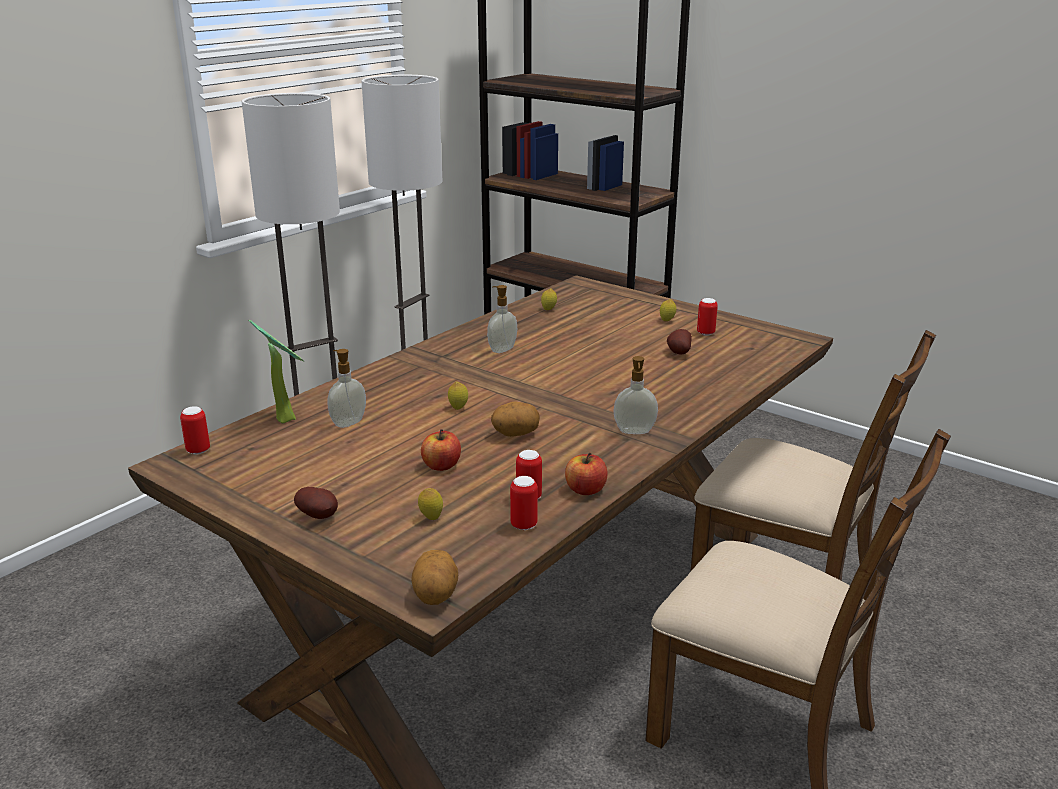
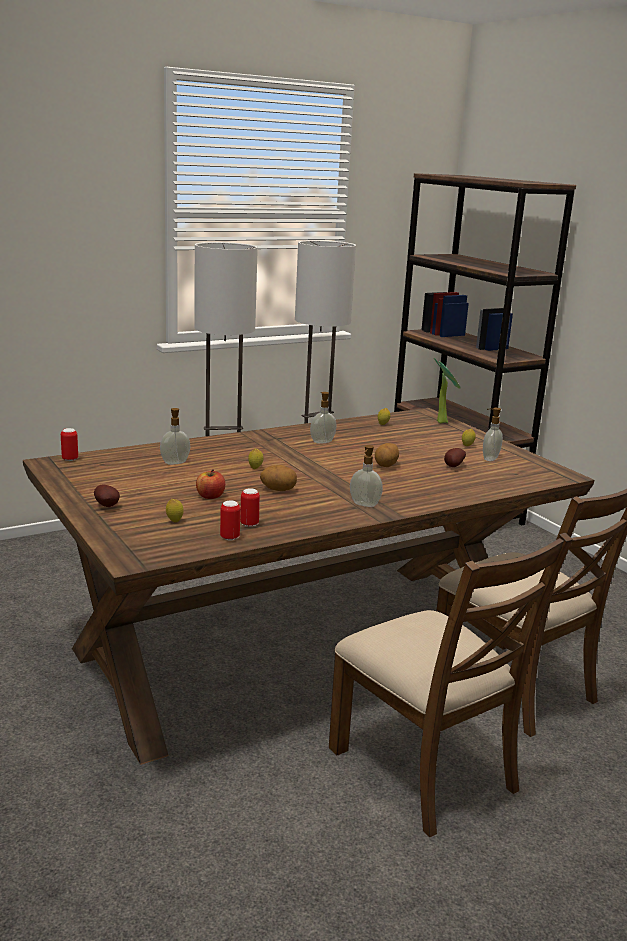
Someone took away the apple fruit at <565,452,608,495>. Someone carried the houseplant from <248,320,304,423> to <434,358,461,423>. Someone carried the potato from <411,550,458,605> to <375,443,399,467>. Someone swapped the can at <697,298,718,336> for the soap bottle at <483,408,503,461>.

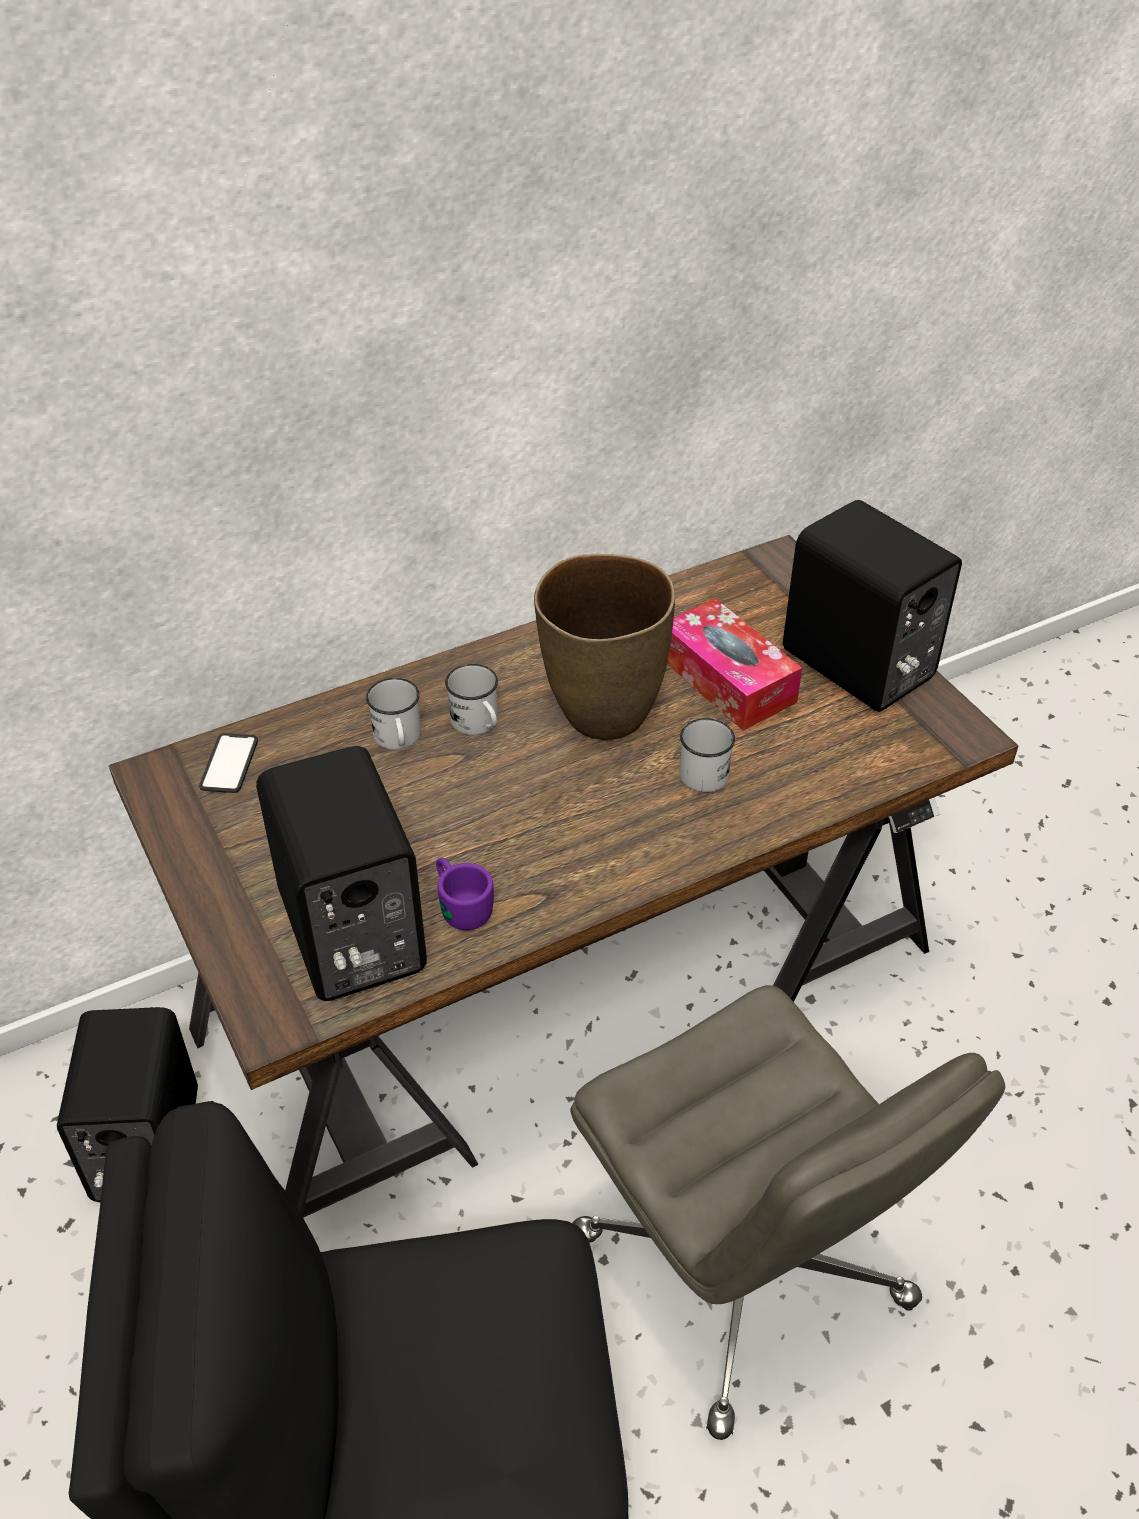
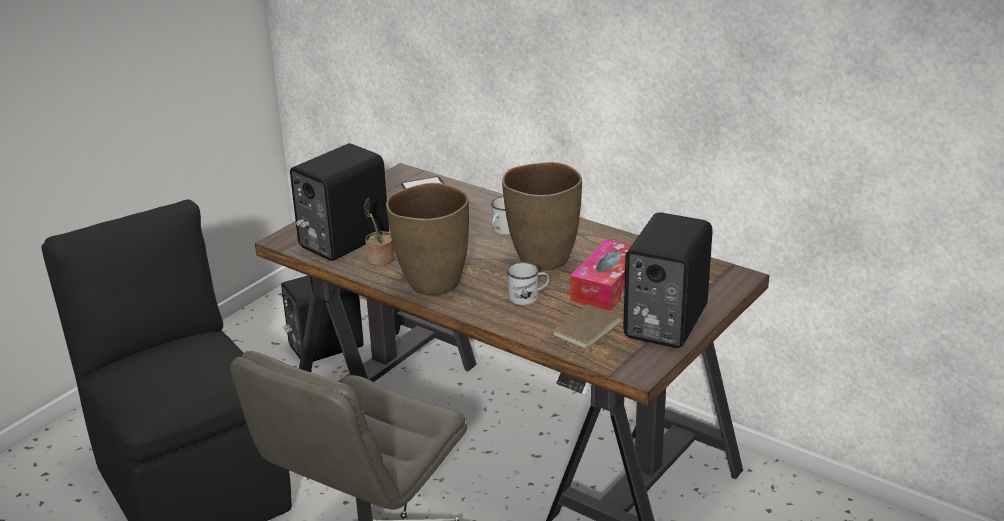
Someone took away the white tea mug at <366,678,421,750>. Someone put down the brown-coloured vase at <386,183,469,295>. Someone put down the brown-coloured bound book at <540,304,621,350>. Someone swapped the purplish tea mug at <436,858,494,930> for the houseplant at <364,198,395,266>.

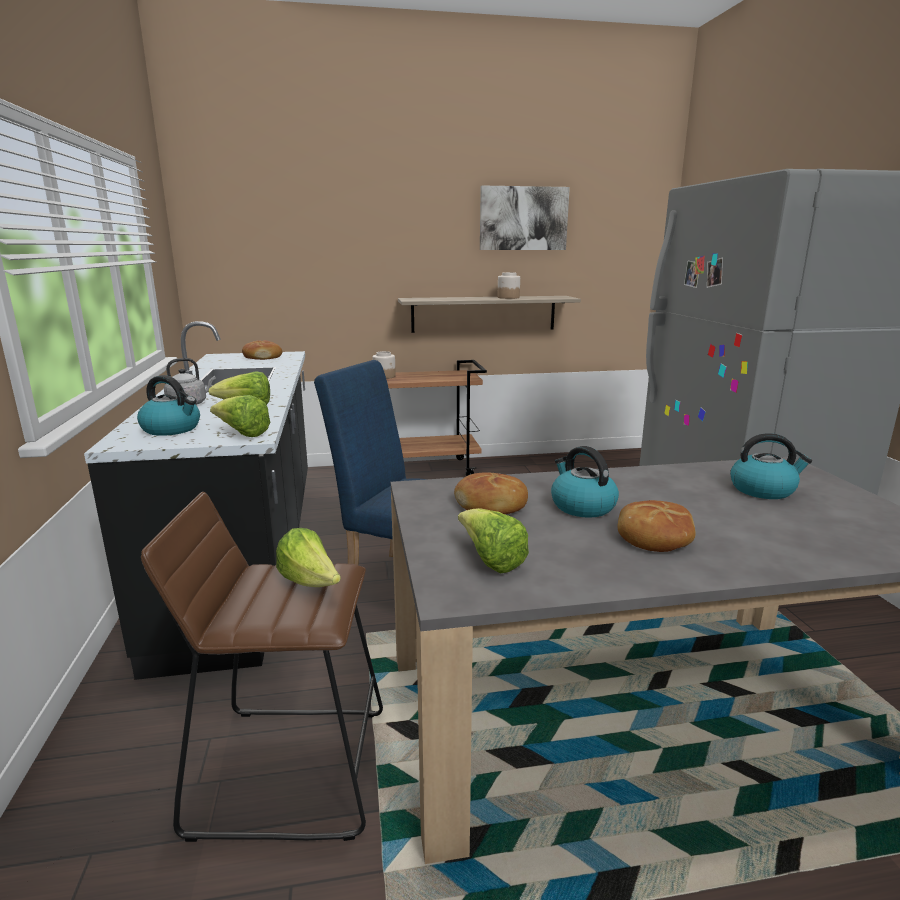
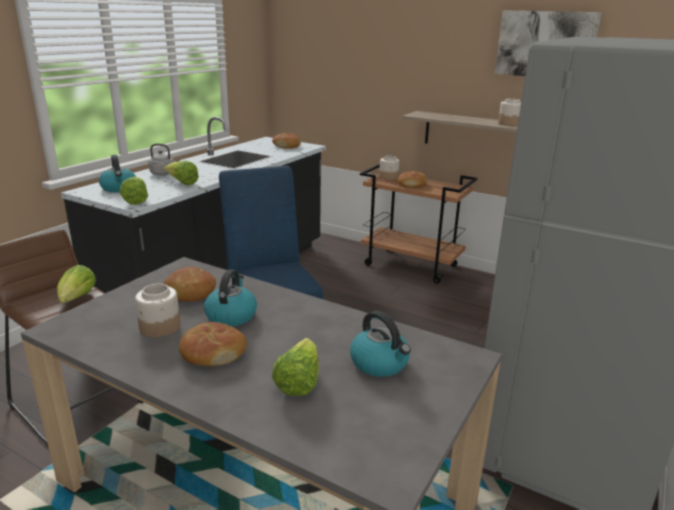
Someone put down the storage jar at <135,284,180,337>. Someone put down the baked bread at <397,171,427,188>. Someone carried the lettuce from <458,508,529,573> to <272,338,319,396>.

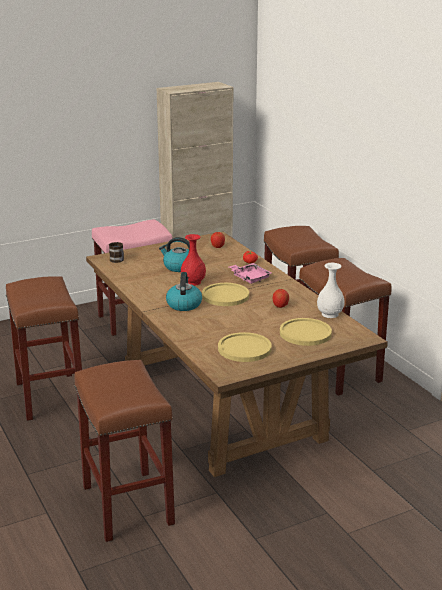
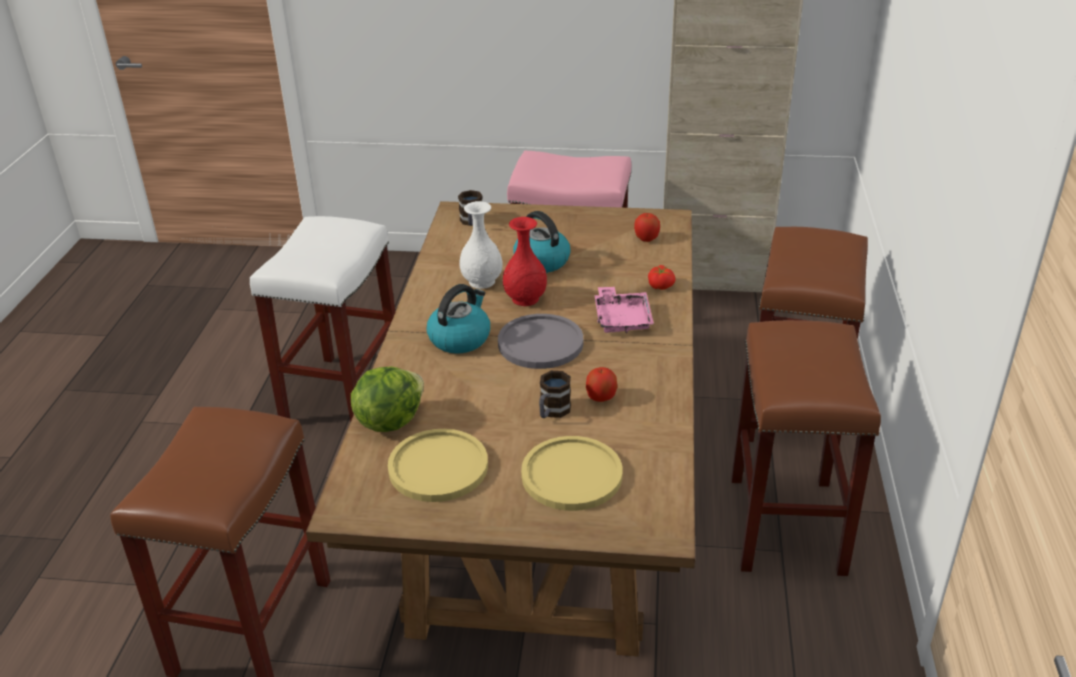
Someone put down the lettuce at <351,366,424,432>. Someone put down the tea mug at <539,371,571,418>. Someone carried the white vase from <317,263,345,318> to <459,201,503,289>. Someone repainted the brown-coloured stool seat at <6,276,82,421>, which became the white stool seat at <250,216,395,422>. Someone repainted the yellowish plate at <202,283,249,306>, which became the gray plate at <498,314,583,369>.

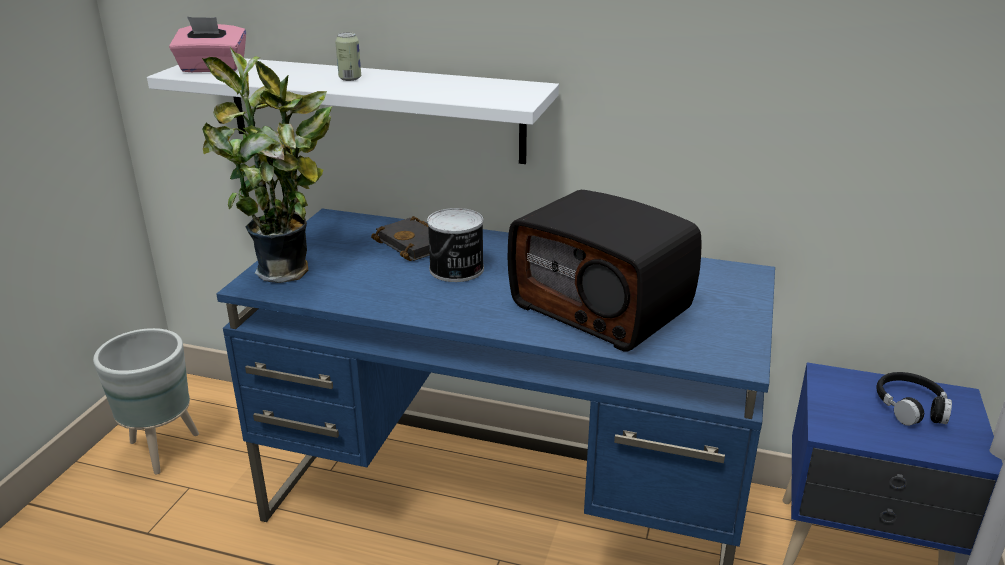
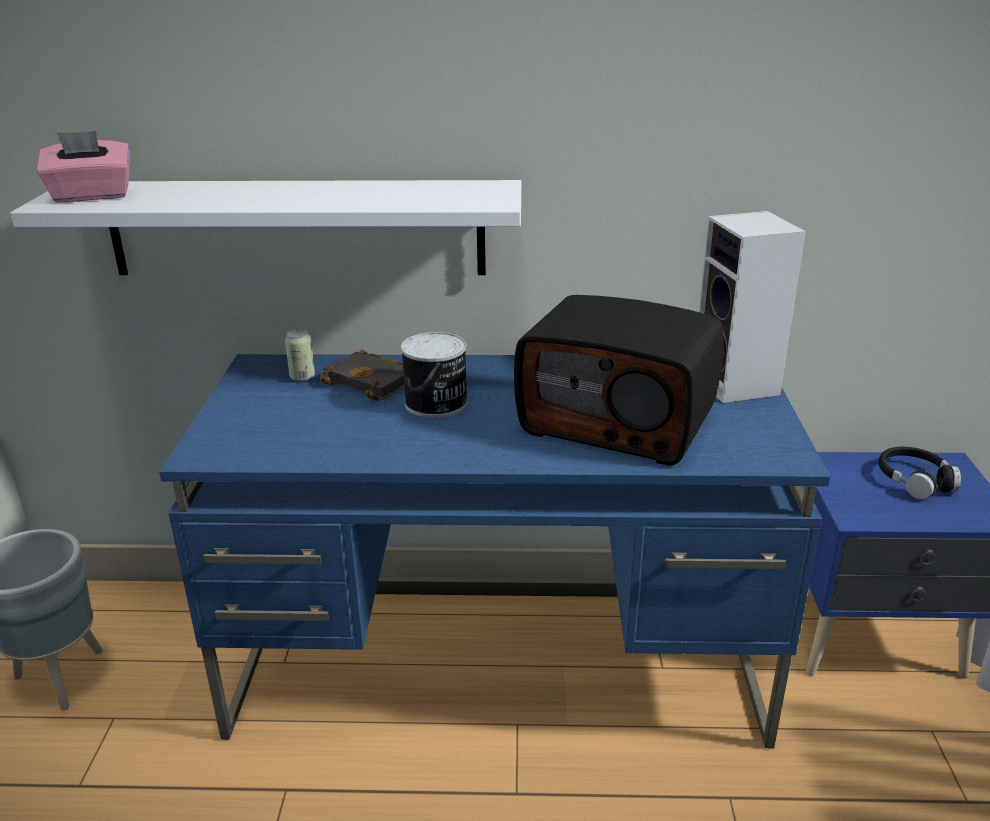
Someone took away the houseplant at <202,47,332,283>. Someone put down the audio speaker at <699,211,806,403>. Someone carried the can from <335,33,361,81> to <285,329,315,382>.

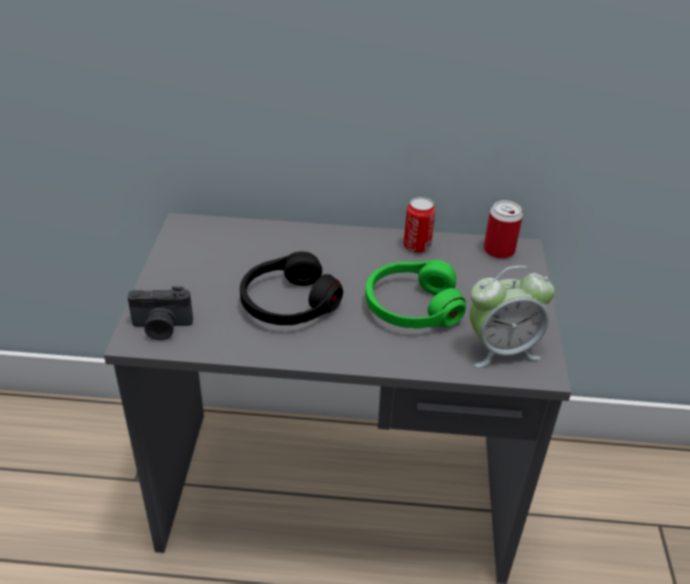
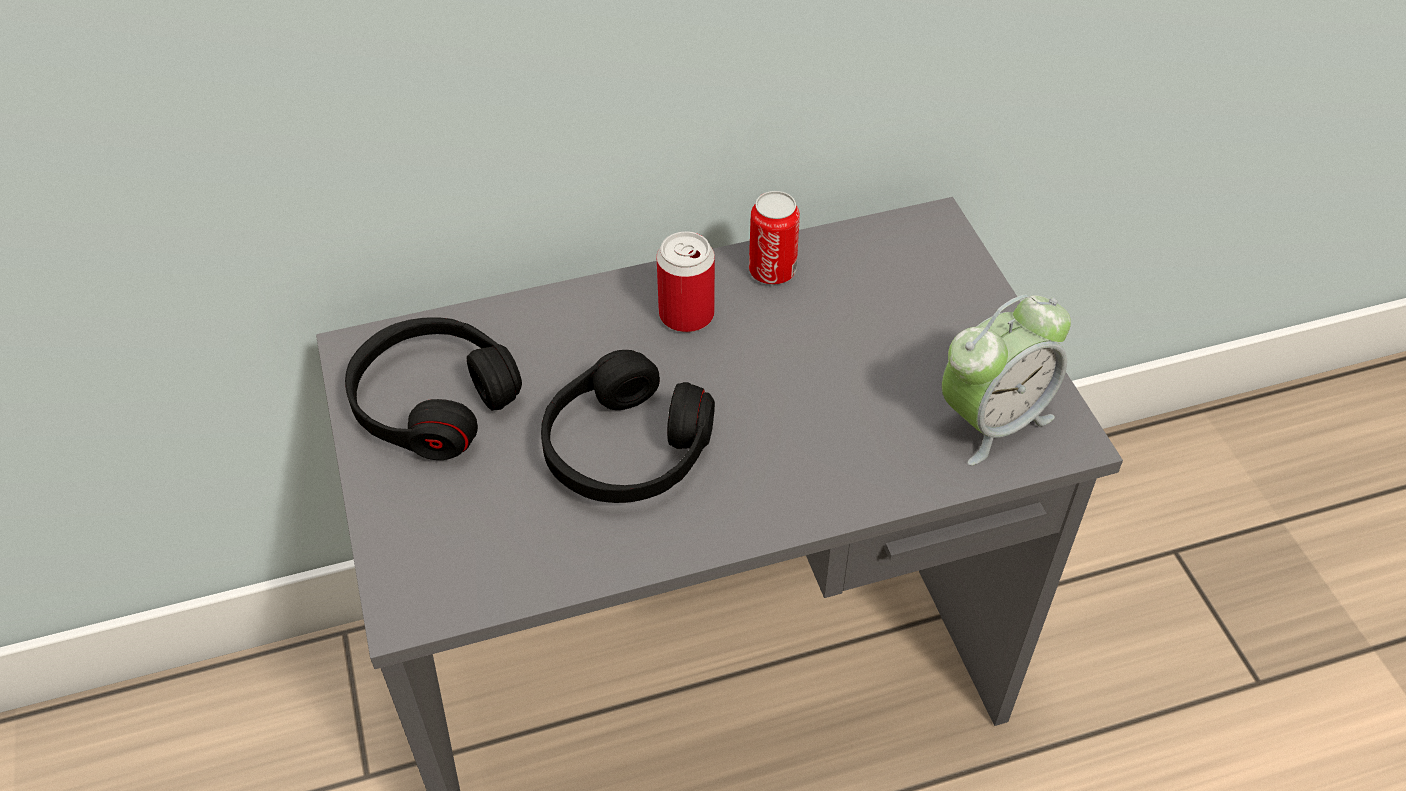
Someone took away the photo camera at <128,286,193,340>. Someone took away the green-coloured headset at <365,260,466,329>. Someone put down the black headset at <345,317,522,460>. Someone carried the can from <484,200,523,259> to <657,231,715,332>.

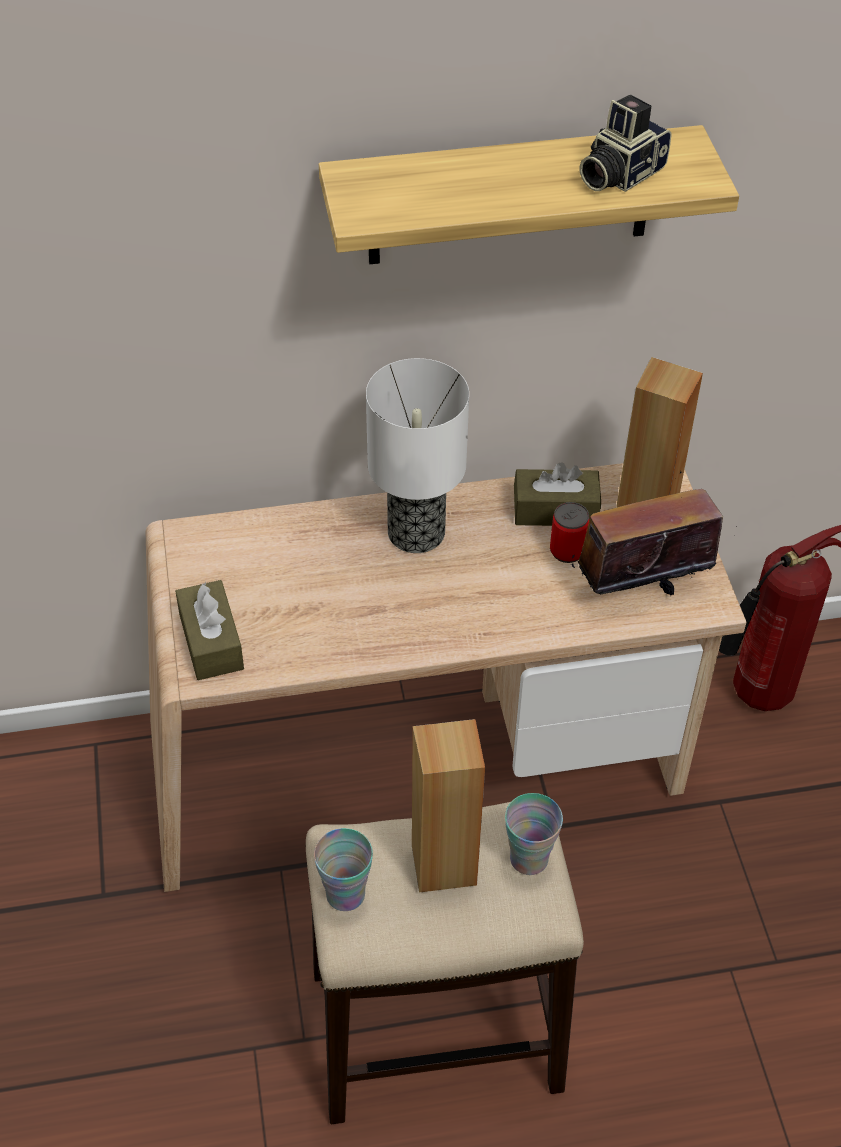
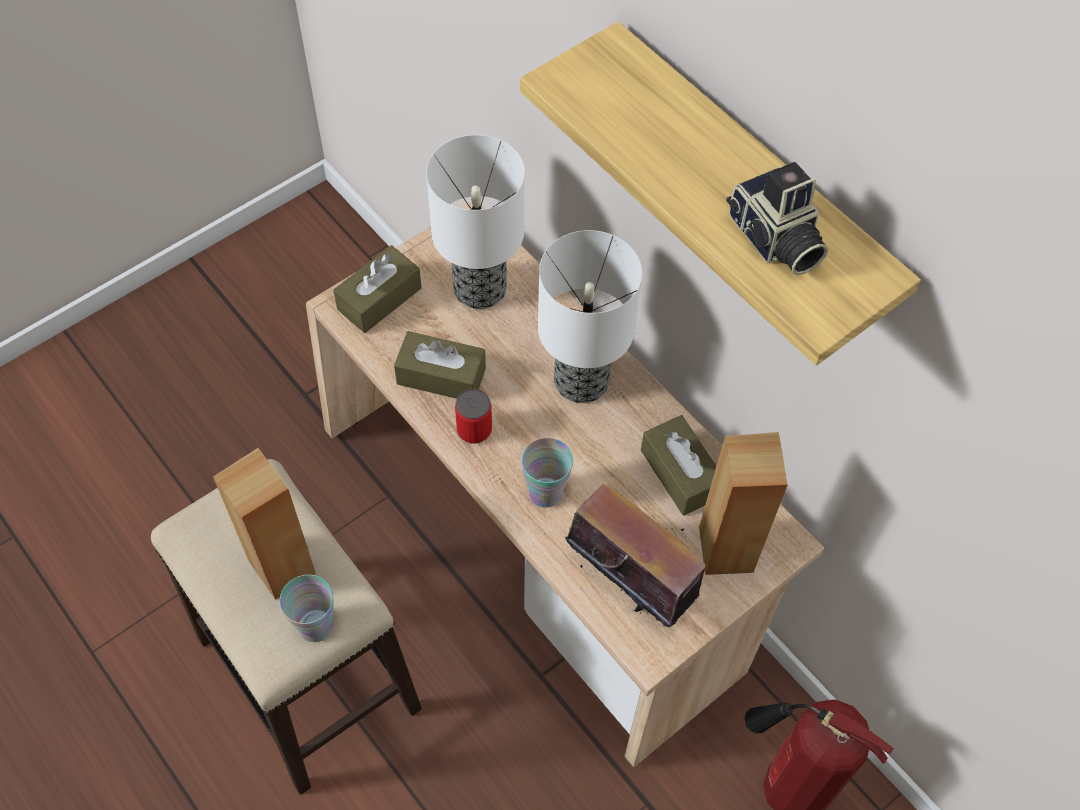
Someone put down the brown-coloured tissue box at <394,331,486,399>. Someone put down the table lamp at <426,135,525,309>. Someone carried the drinking cup from <314,828,373,911> to <521,438,573,508>. Someone carried the can from <550,502,590,563> to <455,389,492,444>. Someone rotated the photo camera at <579,95,671,192> by 135 degrees counterclockwise.

